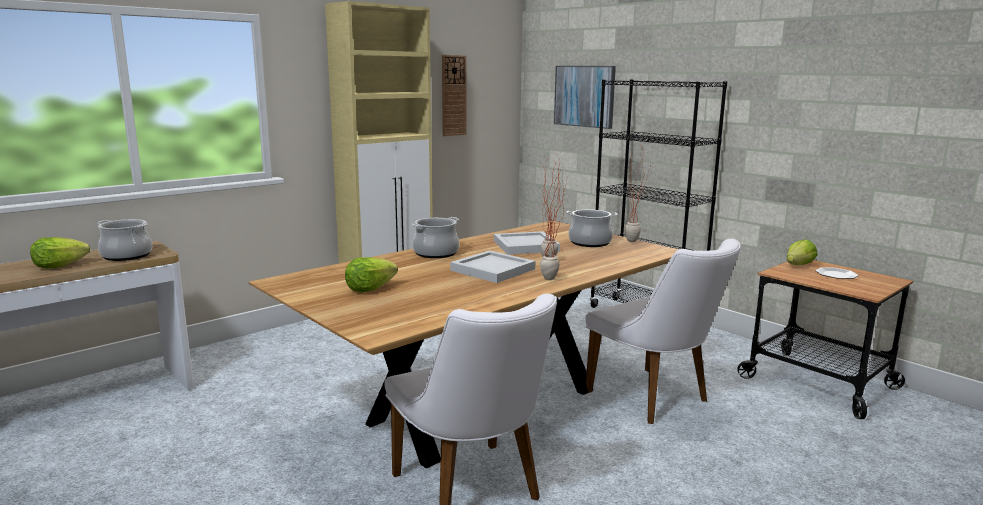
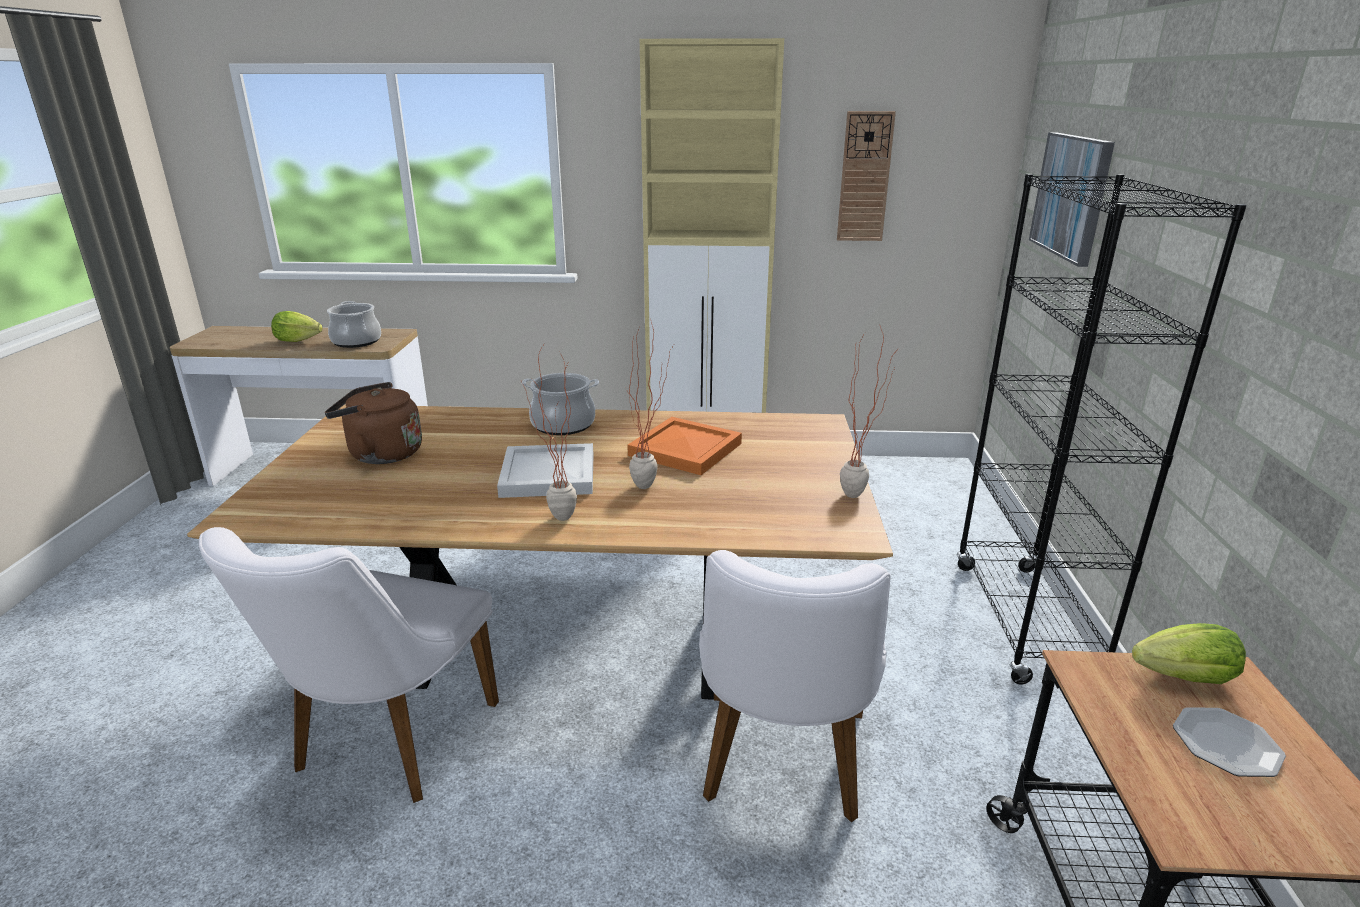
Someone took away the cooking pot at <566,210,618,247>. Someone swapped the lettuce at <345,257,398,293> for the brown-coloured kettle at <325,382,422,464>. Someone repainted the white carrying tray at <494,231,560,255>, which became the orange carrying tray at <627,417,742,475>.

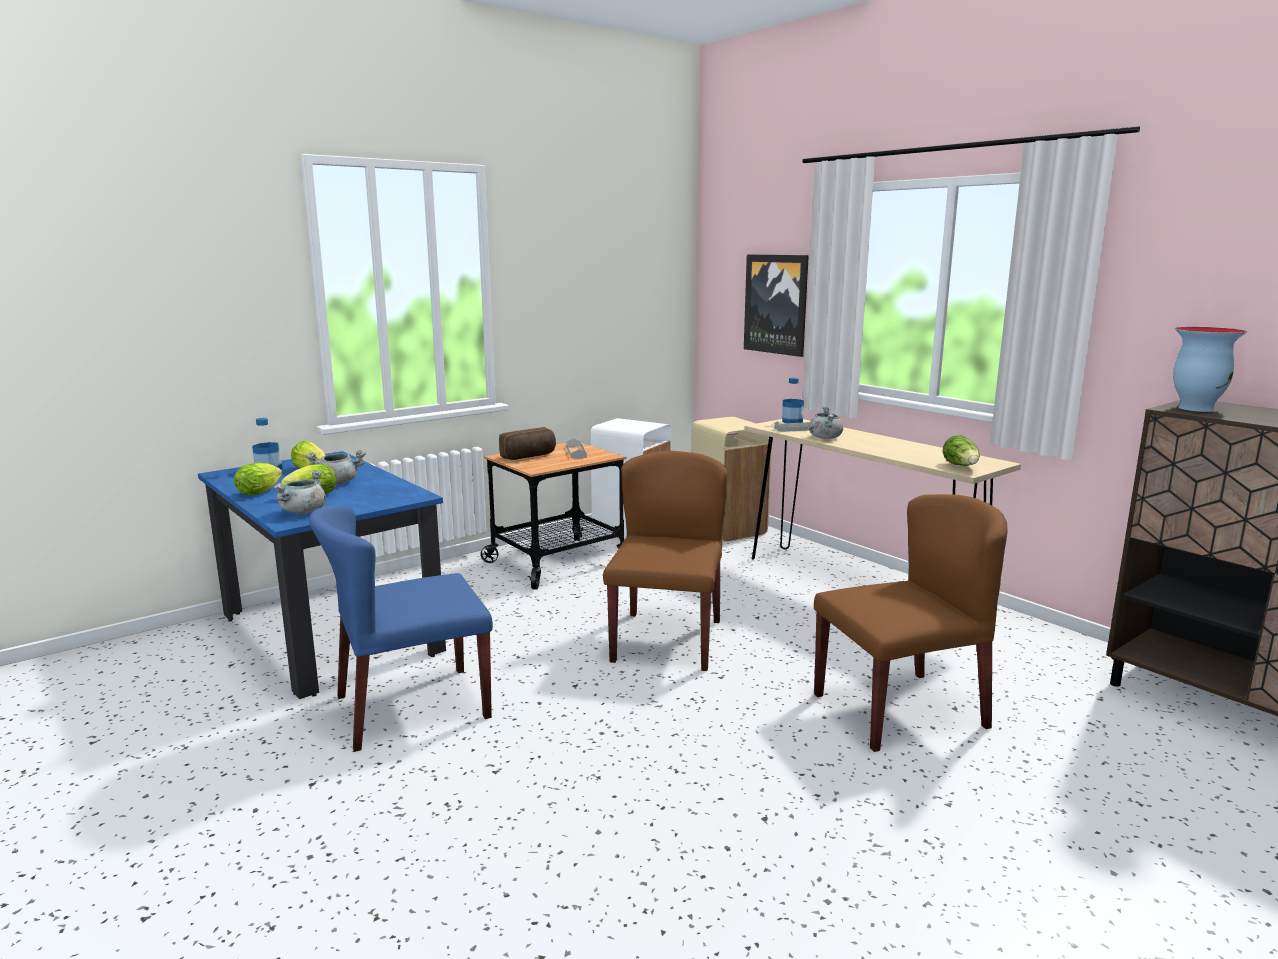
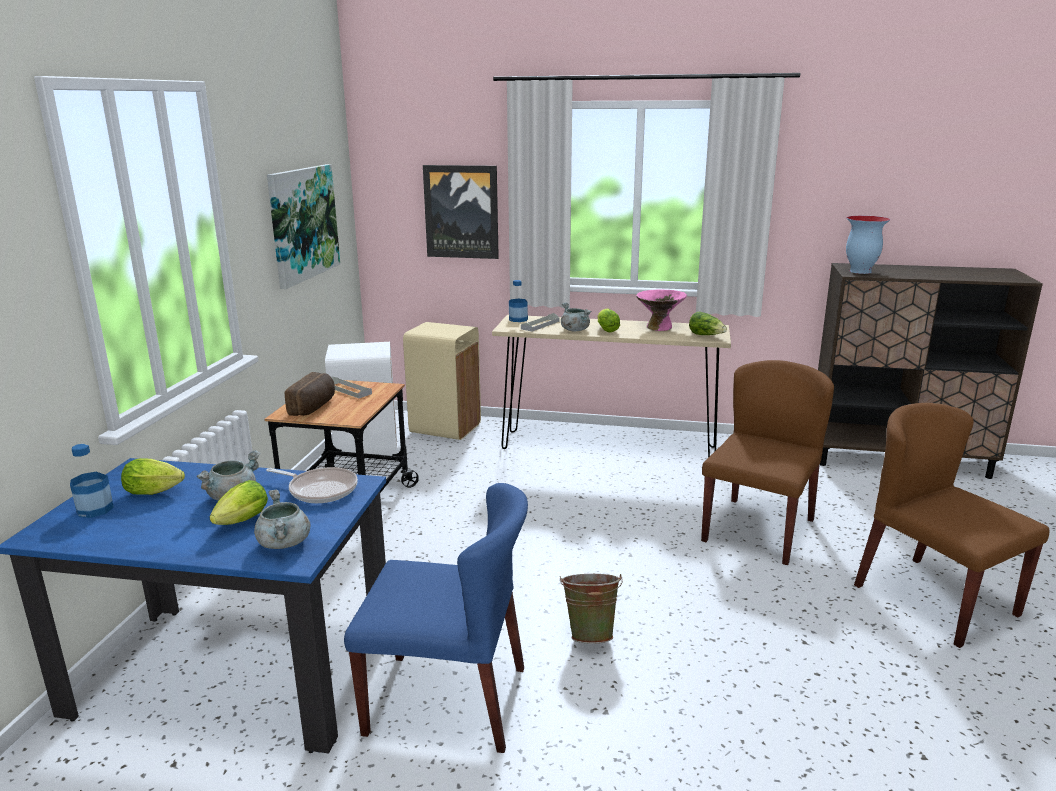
Someone put down the skillet at <266,467,358,503>. Someone put up the wall art at <267,164,340,289>. Someone put down the green-coloured water bucket at <560,574,623,644>. Someone put down the pink serving bowl at <636,290,687,331>. Someone carried the lettuce from <234,463,282,496> to <598,309,620,333>. Someone carried the brown-coloured upright chair from <603,451,728,671> to <854,403,1049,648>. Someone rotated the blue-coloured upright chair at <309,504,493,752> by 105 degrees counterclockwise.

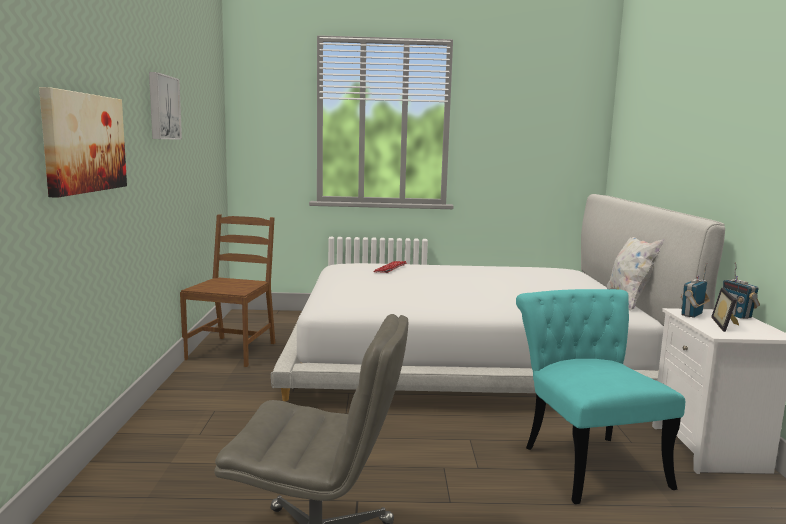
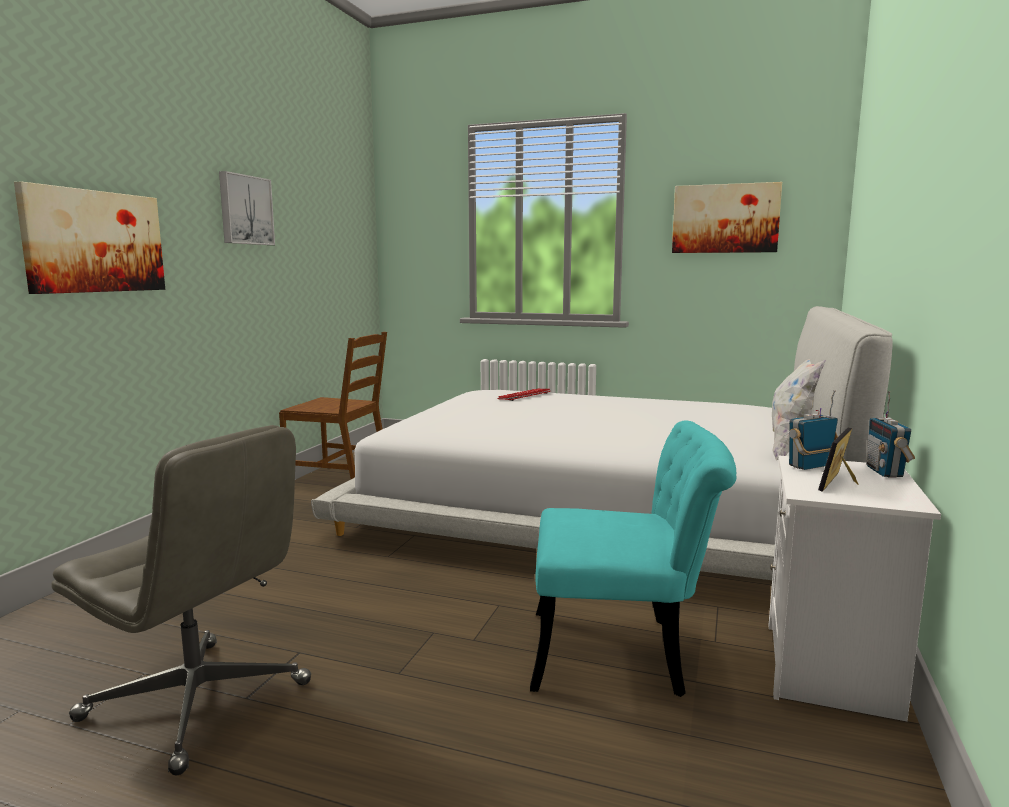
Someone put up the wall art at <672,182,782,253>. Someone rotated the brown-coloured upright chair at <180,214,275,367> by 75 degrees clockwise. Someone rotated the blue-green upright chair at <516,289,685,504> by 90 degrees clockwise.

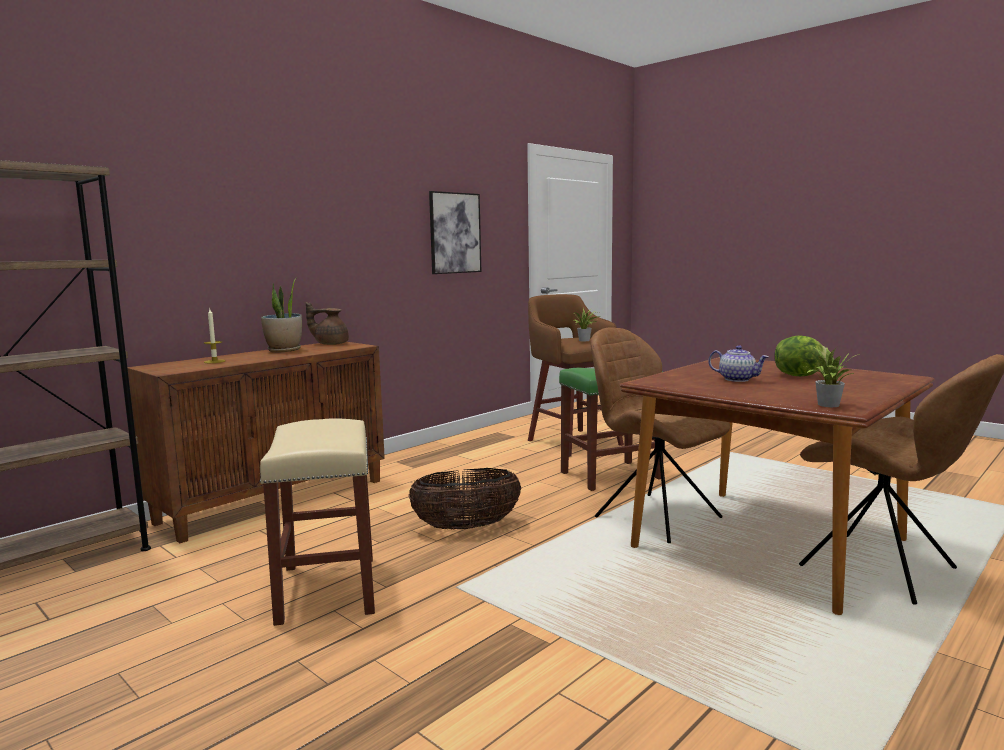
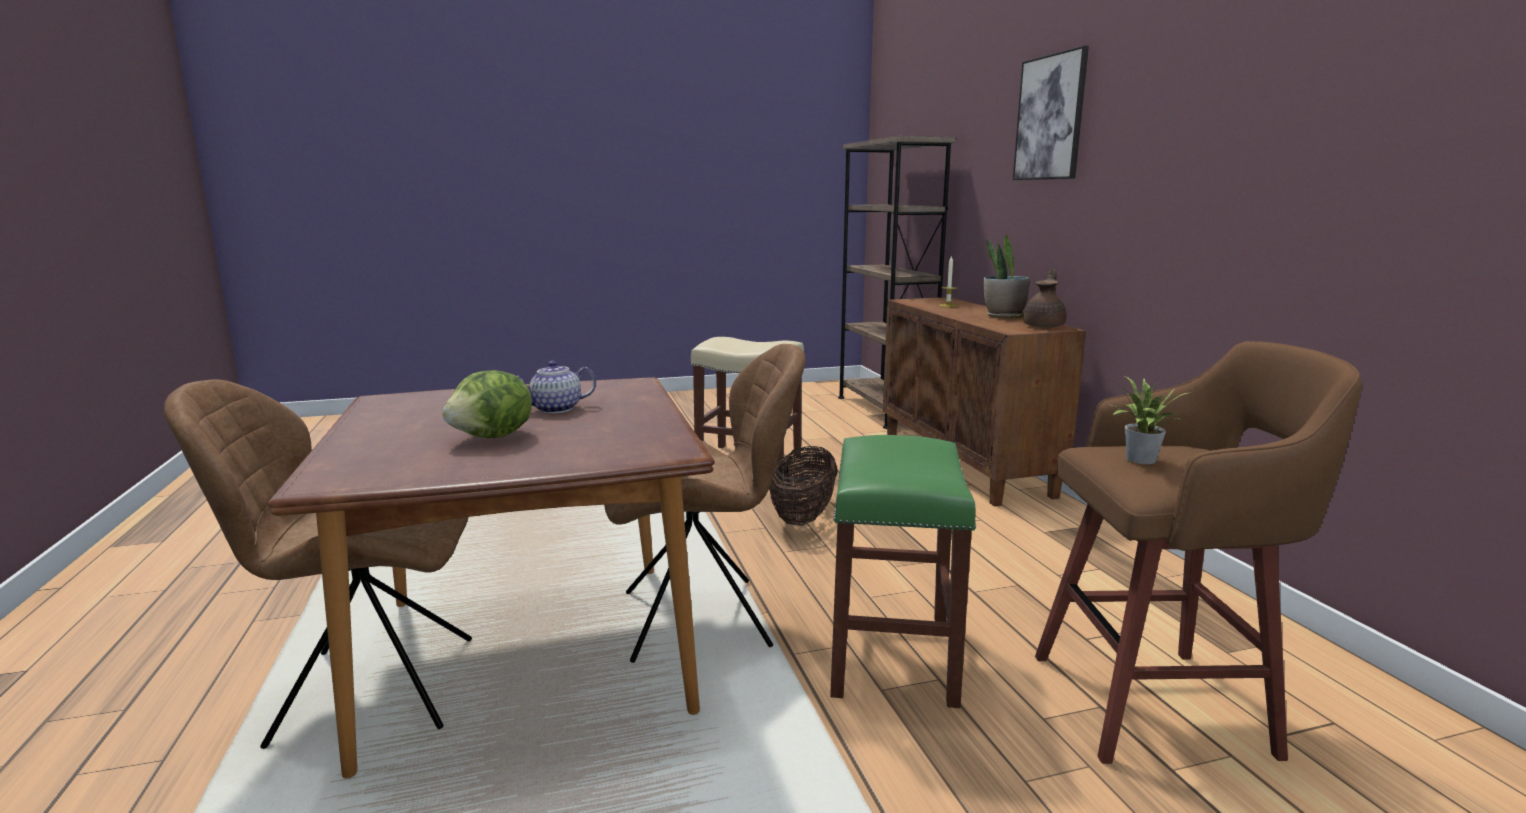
Someone took away the houseplant at <801,348,860,407>. Someone carried the wall art from <429,191,482,274> to <1013,45,1089,180>.

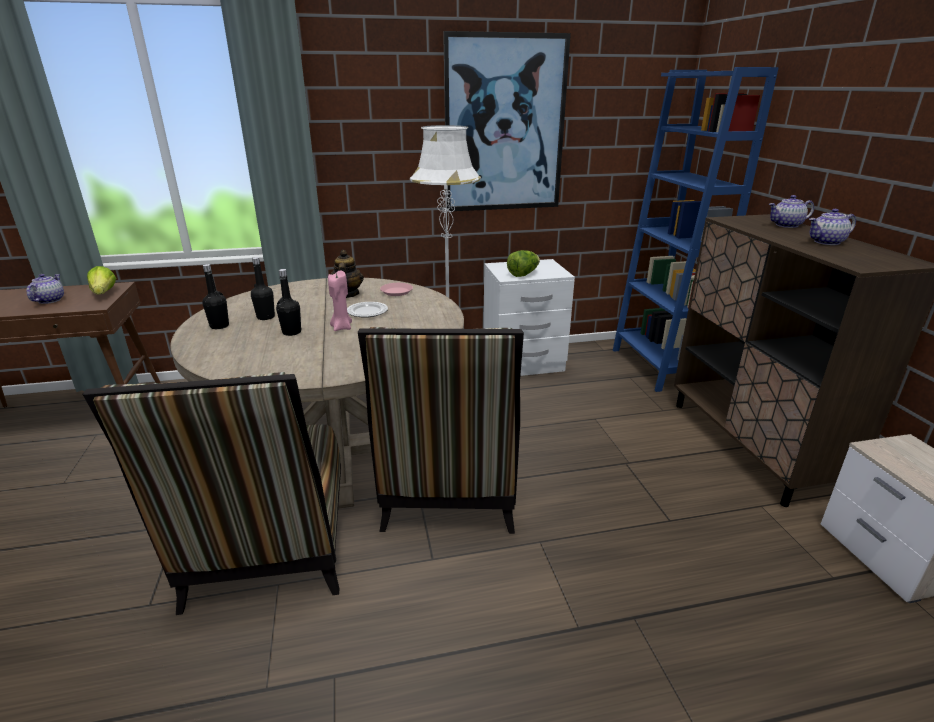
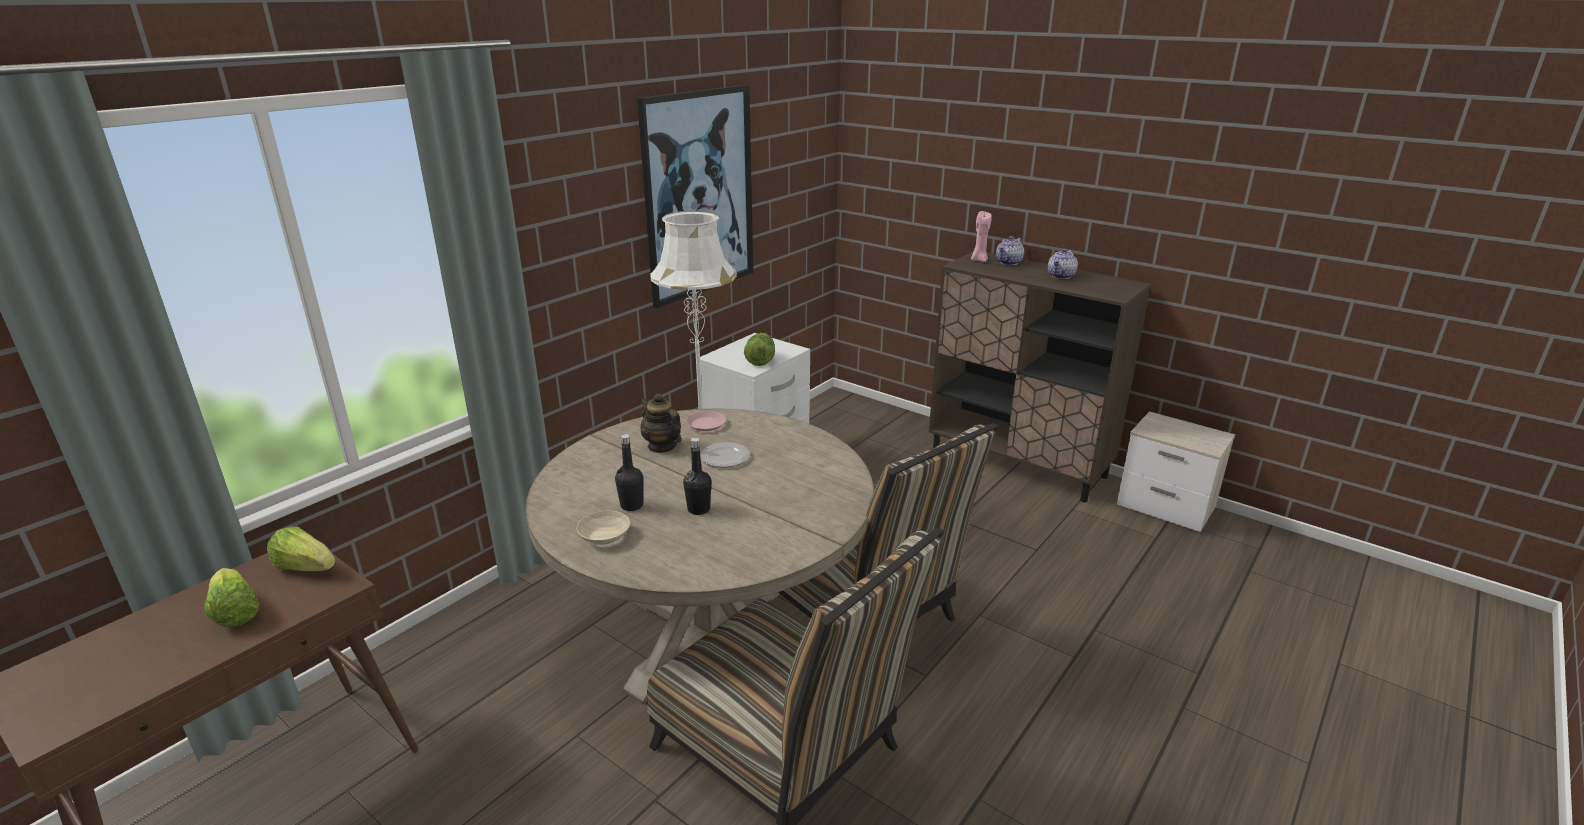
Someone took away the blue-coloured bookshelf at <613,67,779,392>. Someone carried the pink candle from <328,271,352,331> to <971,211,992,262>. Someone swapped the tea pot at <27,274,64,304> for the lettuce at <204,568,259,627>. Someone swapped the black drink bottle at <203,264,229,329> for the sand-coloured serving bowl at <577,511,630,545>.

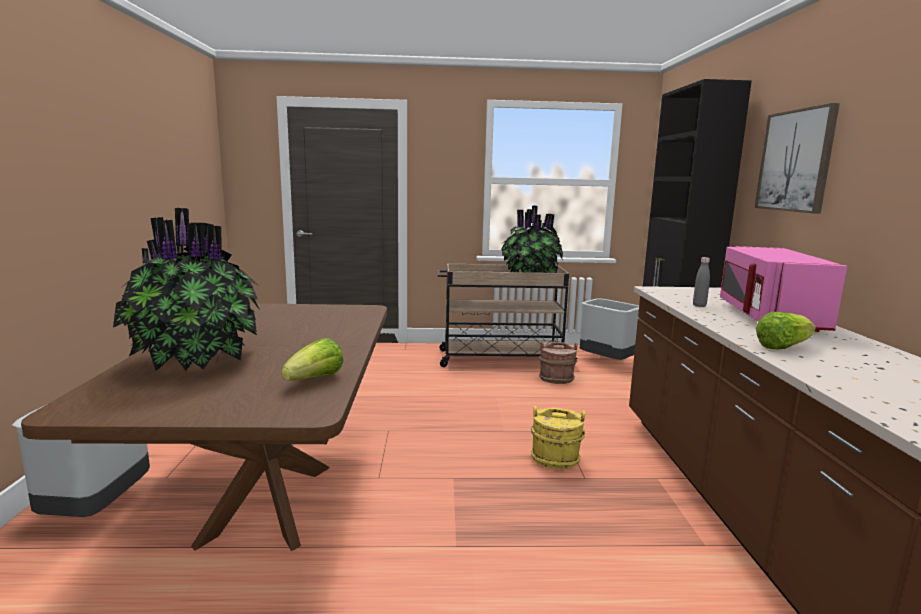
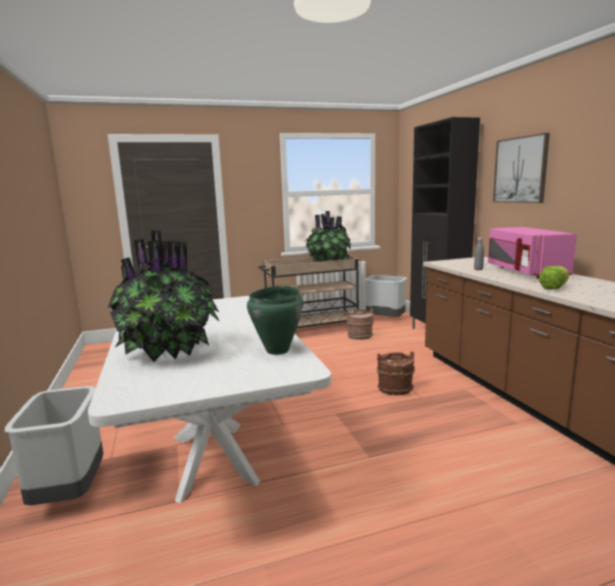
Someone swapped the lettuce at <281,338,344,381> for the green-coloured cooking pot at <247,285,303,355>. Someone repainted the brown-coloured dining table at <21,303,387,551>, which became the white dining table at <88,296,331,503>. Someone repainted the yellowish water bucket at <531,406,586,469>, which became the brown-coloured water bucket at <377,351,415,395>.

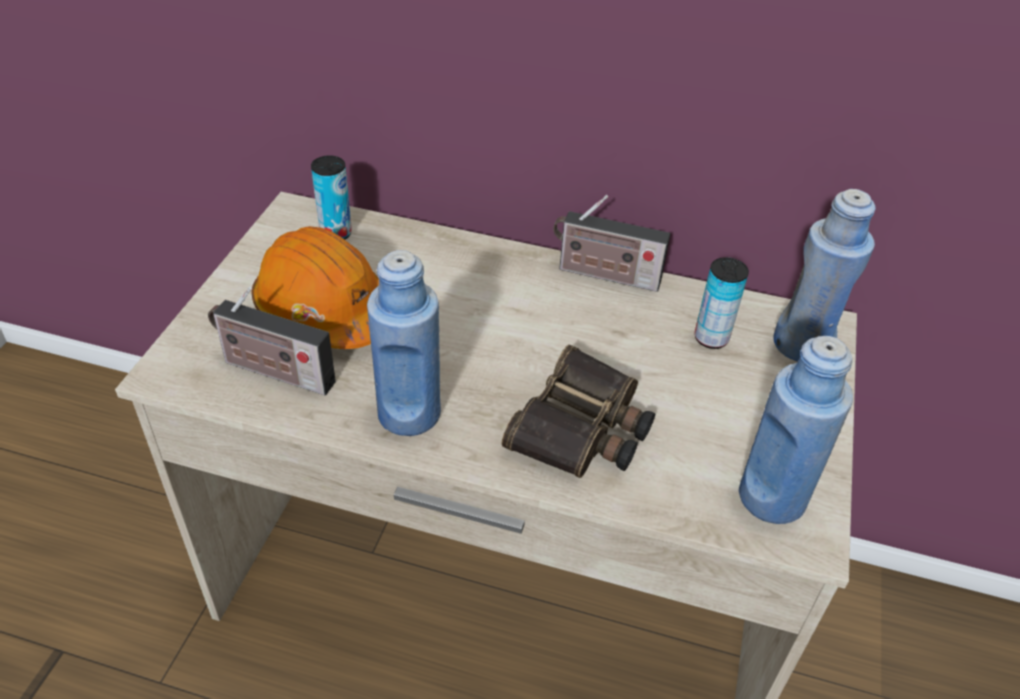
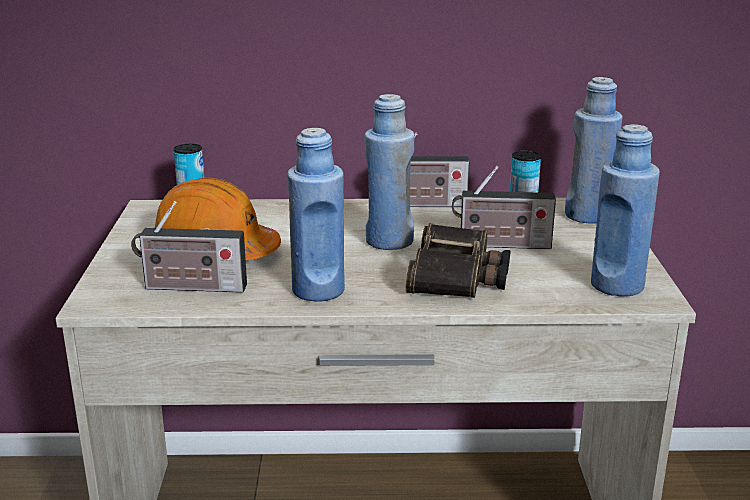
Someone put down the blue-coloured drink bottle at <365,94,414,250>. Someone put down the radio receiver at <452,166,556,249>.

